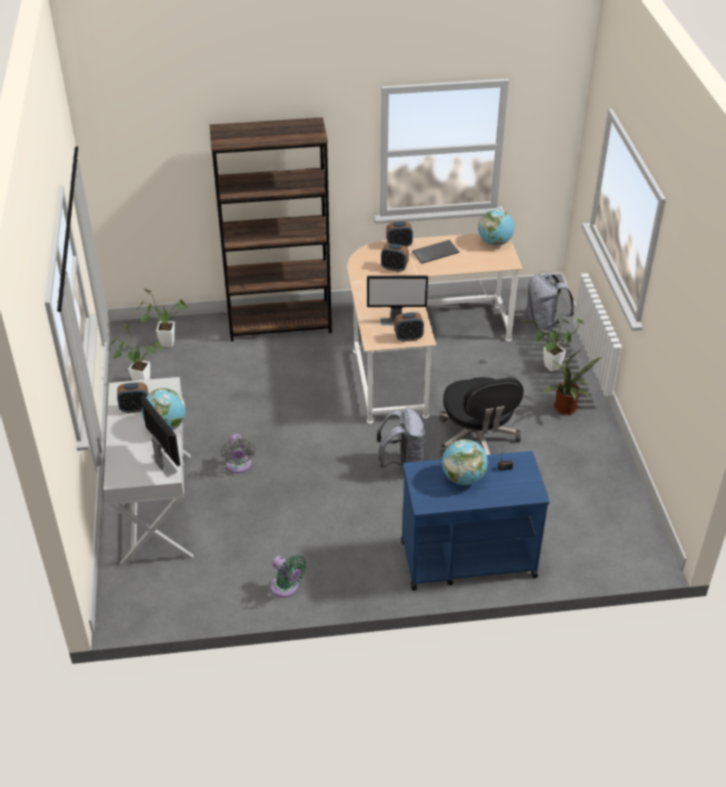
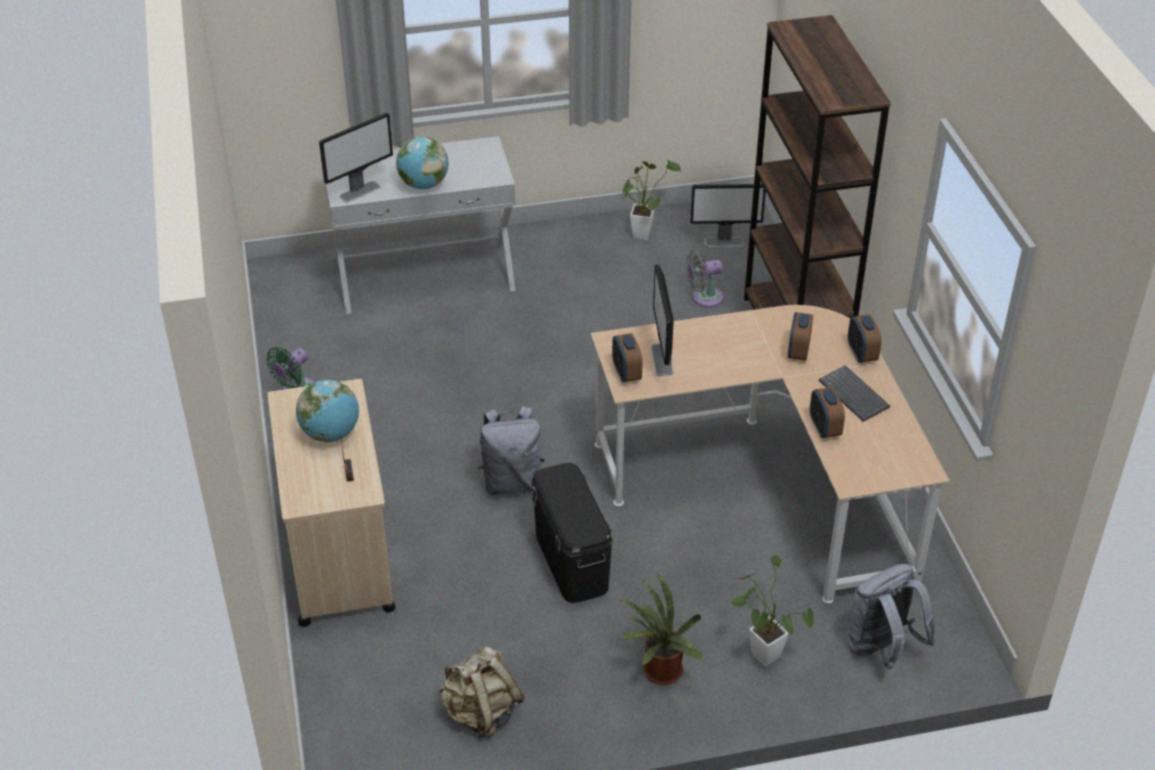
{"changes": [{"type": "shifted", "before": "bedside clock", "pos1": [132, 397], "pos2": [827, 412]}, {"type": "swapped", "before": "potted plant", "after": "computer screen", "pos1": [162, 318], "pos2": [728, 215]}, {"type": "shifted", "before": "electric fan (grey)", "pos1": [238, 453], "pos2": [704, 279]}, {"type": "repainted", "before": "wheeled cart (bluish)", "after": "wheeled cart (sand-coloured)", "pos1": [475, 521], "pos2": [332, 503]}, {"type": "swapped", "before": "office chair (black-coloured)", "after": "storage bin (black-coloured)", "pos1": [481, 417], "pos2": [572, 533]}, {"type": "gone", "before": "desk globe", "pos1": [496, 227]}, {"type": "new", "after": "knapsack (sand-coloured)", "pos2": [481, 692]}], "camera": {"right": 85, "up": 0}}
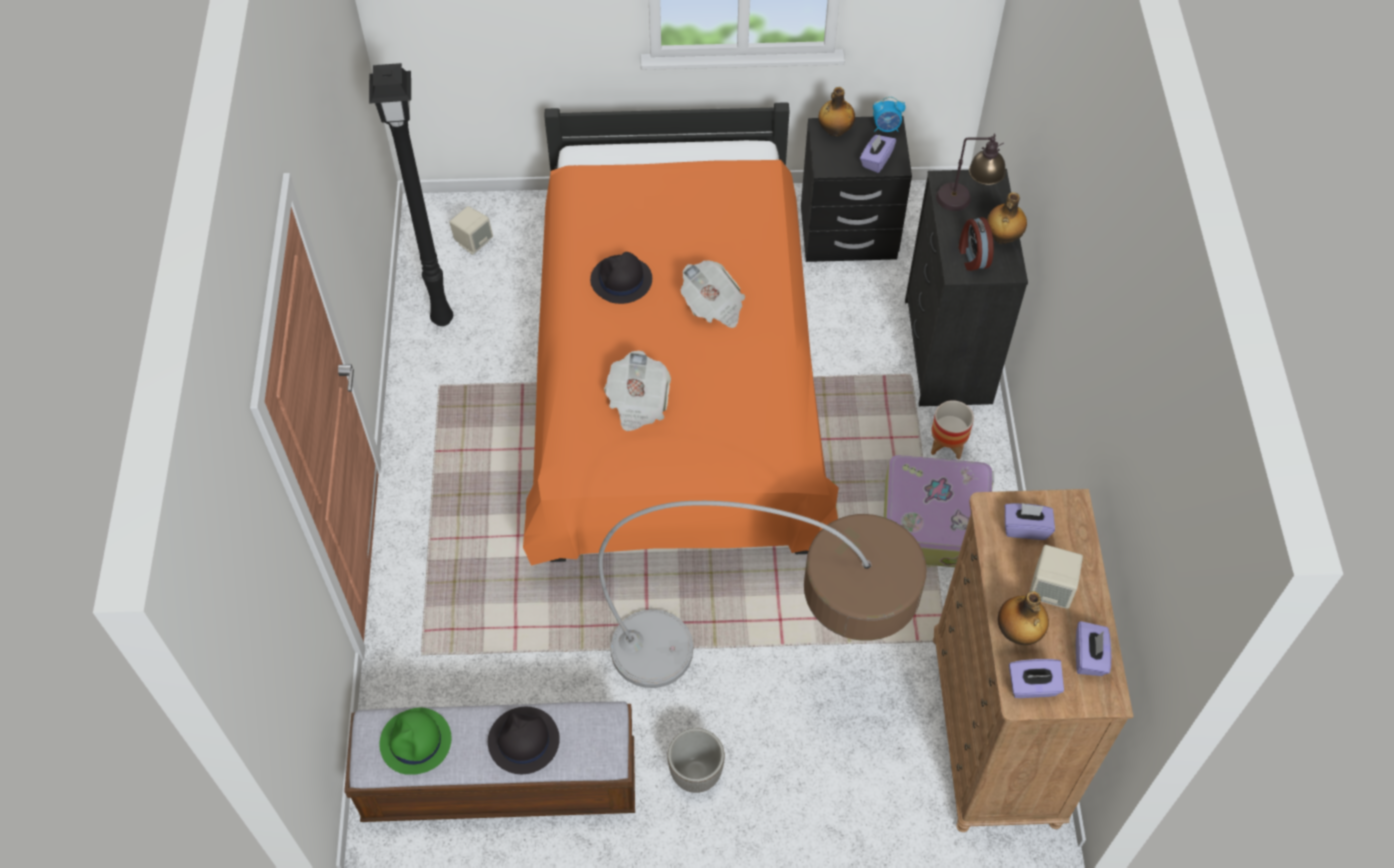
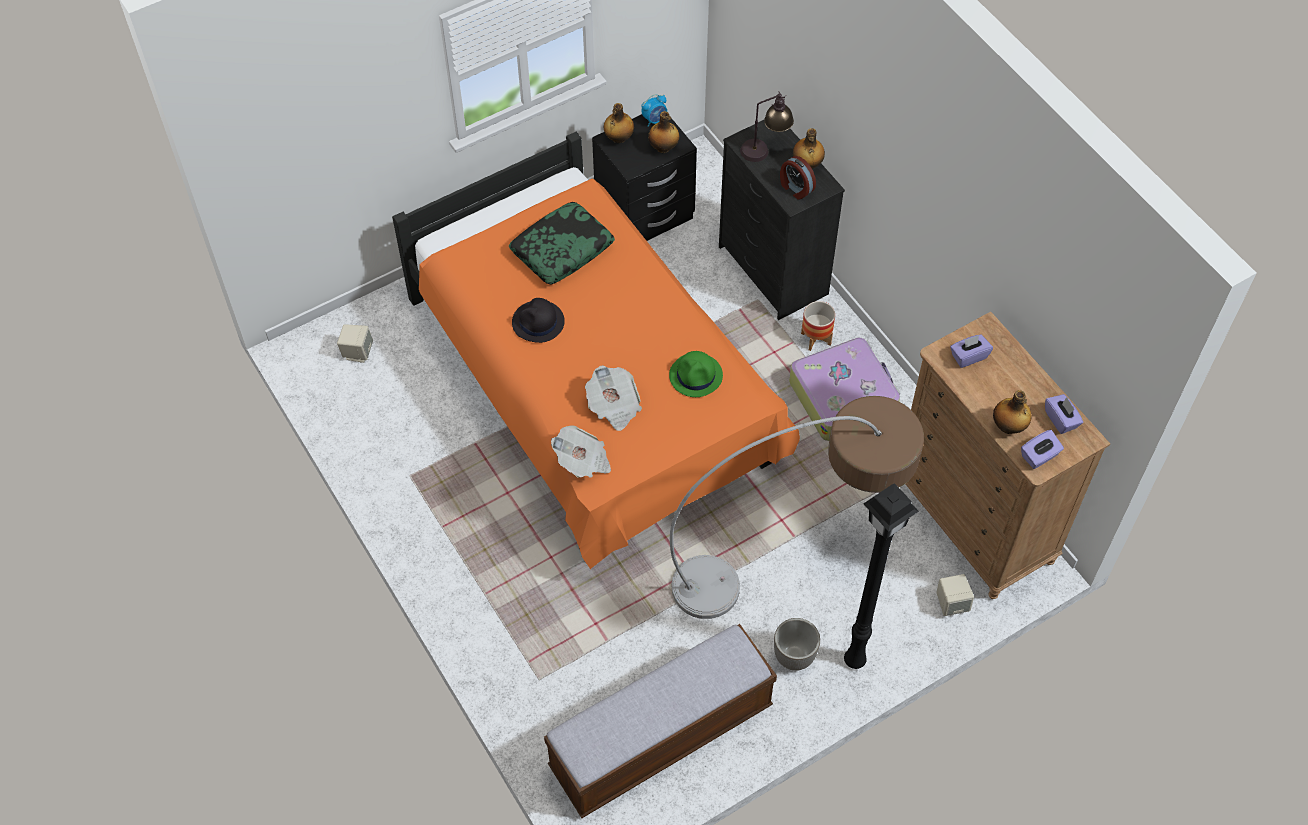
{"changes": [{"type": "shifted", "before": "floor lamp (black-coloured)", "pos1": [411, 194], "pos2": [881, 576]}, {"type": "shifted", "before": "clothing hat (green)", "pos1": [415, 741], "pos2": [696, 374]}, {"type": "gone", "before": "clothing hat (black-coloured)", "pos1": [524, 740]}, {"type": "shifted", "before": "newspaper", "pos1": [713, 294], "pos2": [581, 451]}, {"type": "swapped", "before": "tissue box (purple-coloured)", "after": "drink bottle", "pos1": [878, 153], "pos2": [663, 132]}, {"type": "shifted", "before": "loudspeaker (sand-coloured)", "pos1": [1056, 577], "pos2": [955, 595]}, {"type": "new", "after": "pillow", "pos2": [562, 243]}], "camera": {"right": -30, "up": 0}}
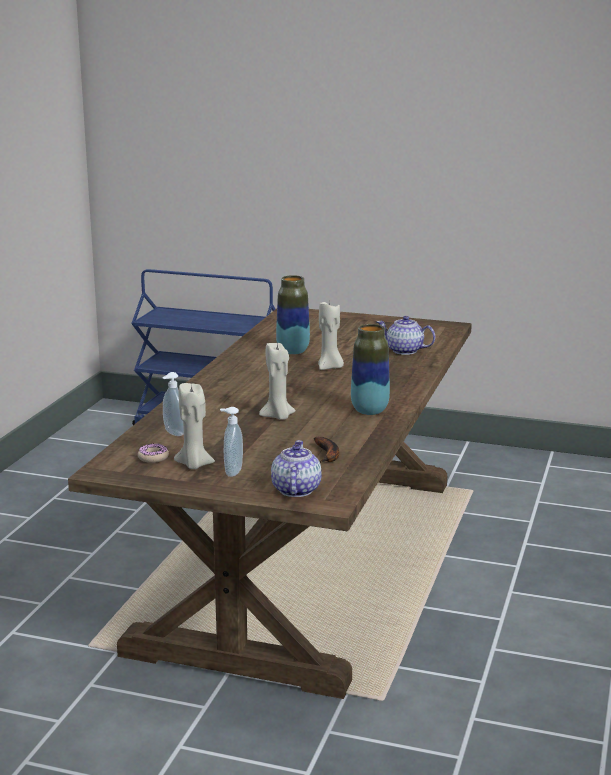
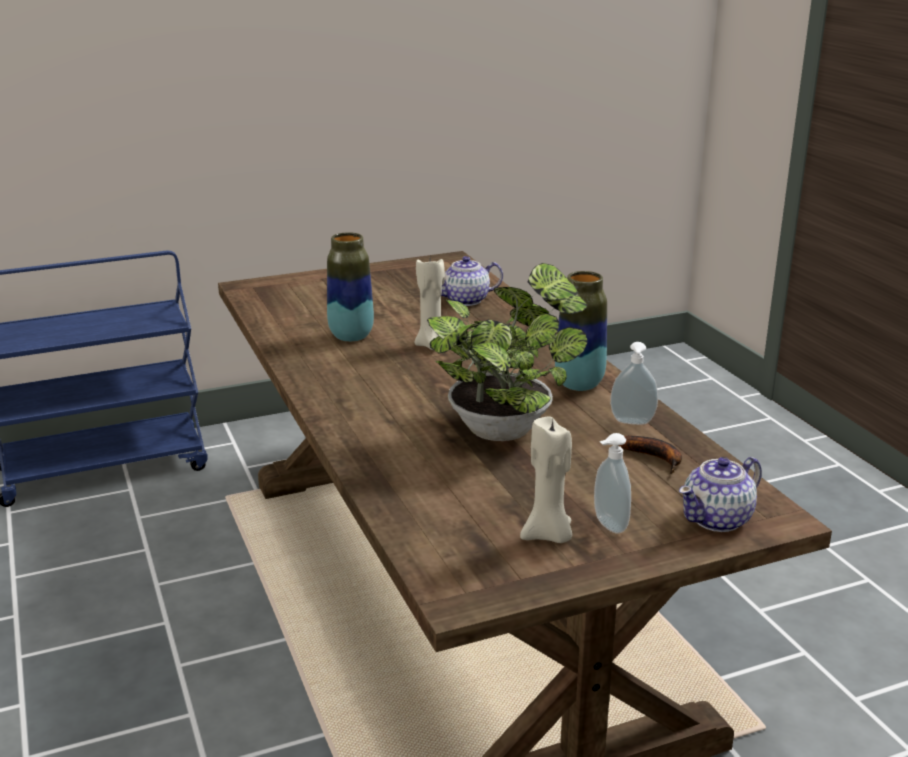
{"changes": [{"type": "gone", "before": "ring doughnut", "pos1": [153, 453]}, {"type": "shifted", "before": "liquid soap bottle", "pos1": [173, 404], "pos2": [634, 383]}, {"type": "swapped", "before": "candle (sand-coloured)", "after": "potted plant", "pos1": [277, 380], "pos2": [507, 352]}, {"type": "rotated", "before": "pot for tea", "pos1": [296, 468], "pos2": [720, 494], "turn": -90}], "camera": {"right": -40, "up": 5}}
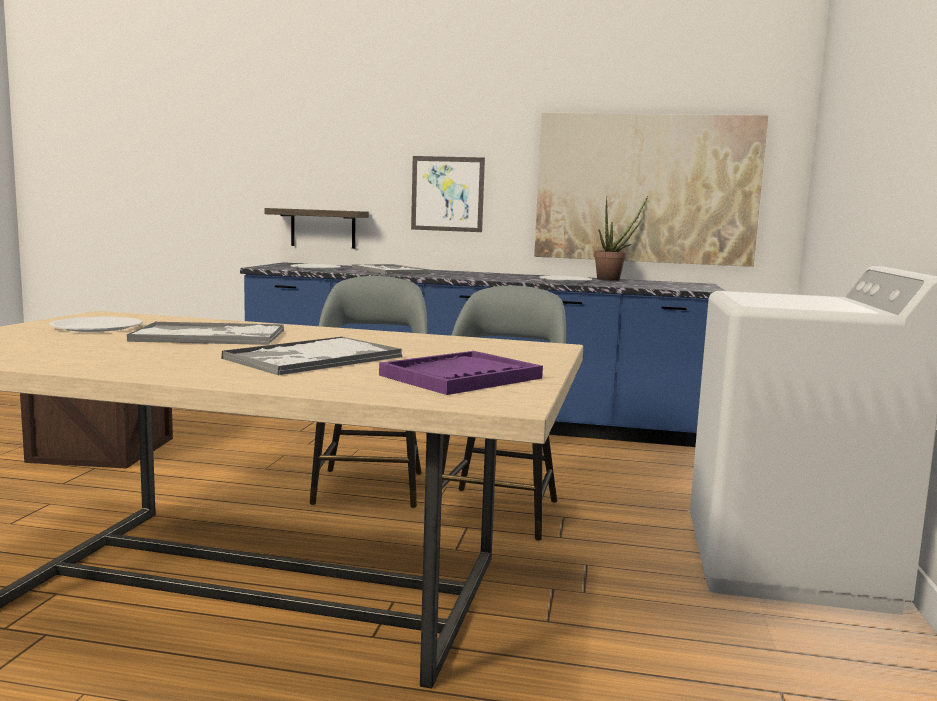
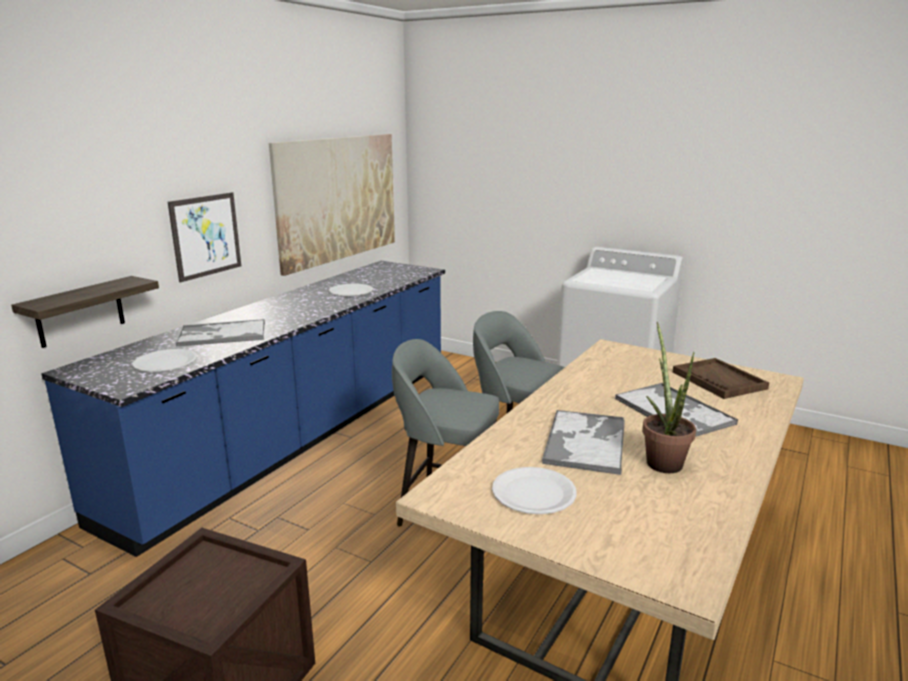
{"changes": [{"type": "repainted", "before": "serving tray (purple-coloured)", "after": "serving tray (brown)", "pos1": [461, 373], "pos2": [721, 378]}, {"type": "shifted", "before": "potted plant", "pos1": [621, 238], "pos2": [669, 397]}], "camera": {"right": -70, "up": 10}}
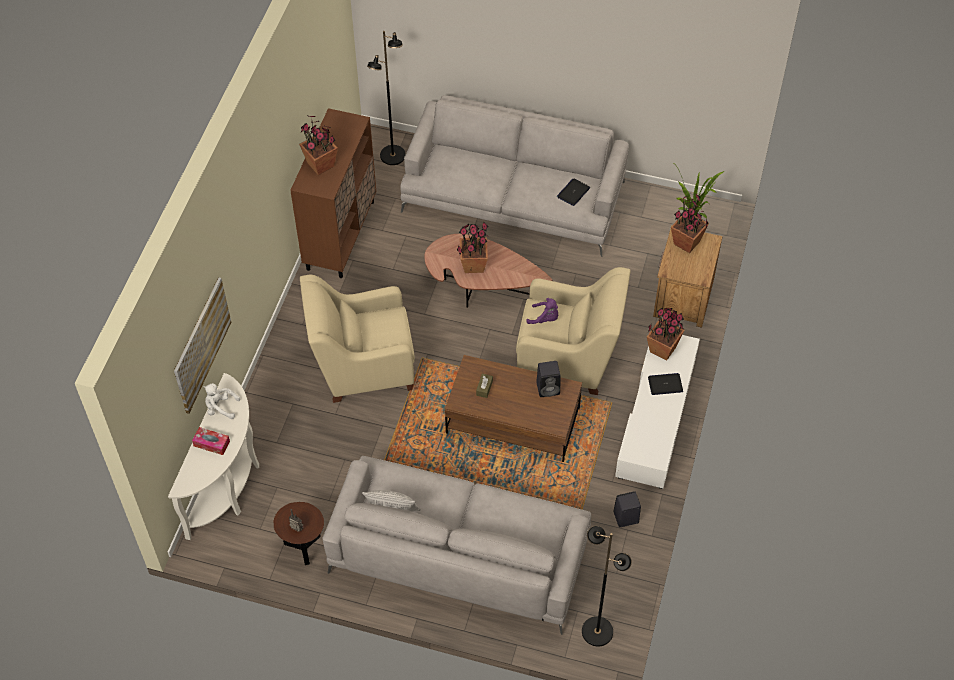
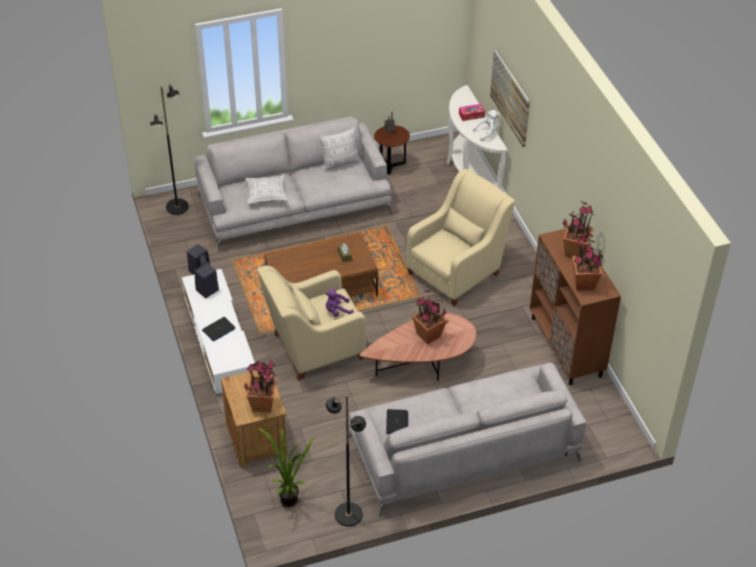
{"changes": [{"type": "shifted", "before": "floor lamp (black-coloured)", "pos1": [386, 98], "pos2": [345, 461]}, {"type": "shifted", "before": "loudspeaker (black-coloured)", "pos1": [548, 379], "pos2": [206, 280]}, {"type": "shifted", "before": "potted plant", "pos1": [666, 334], "pos2": [588, 262]}, {"type": "new", "after": "pillow", "pos2": [266, 189]}], "camera": {"right": 145, "up": -10}}
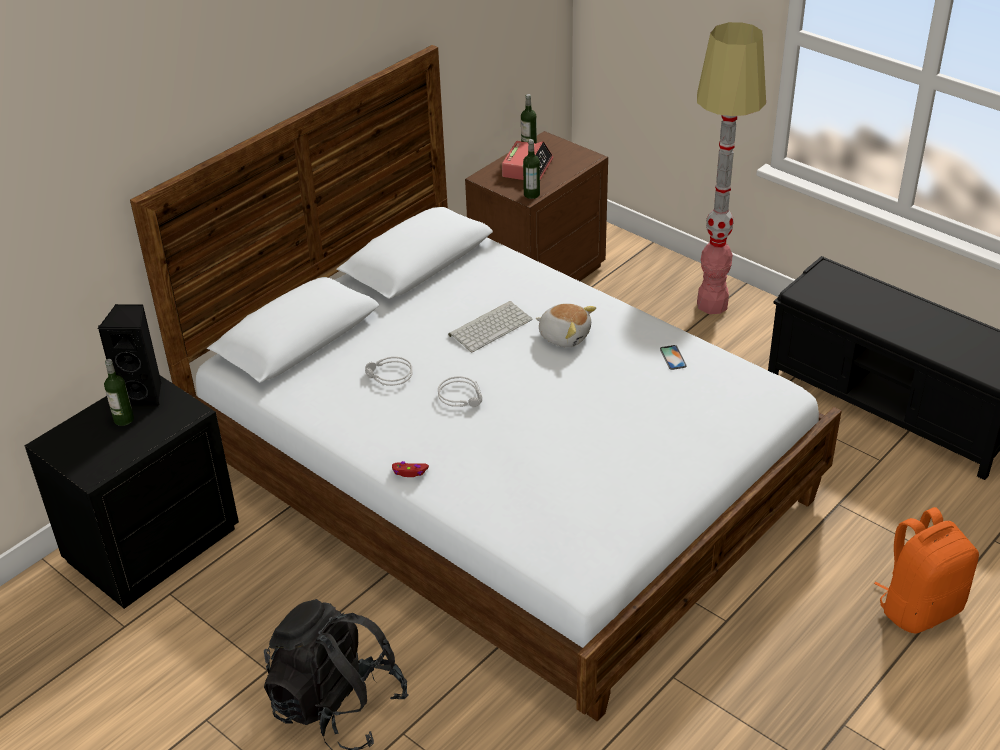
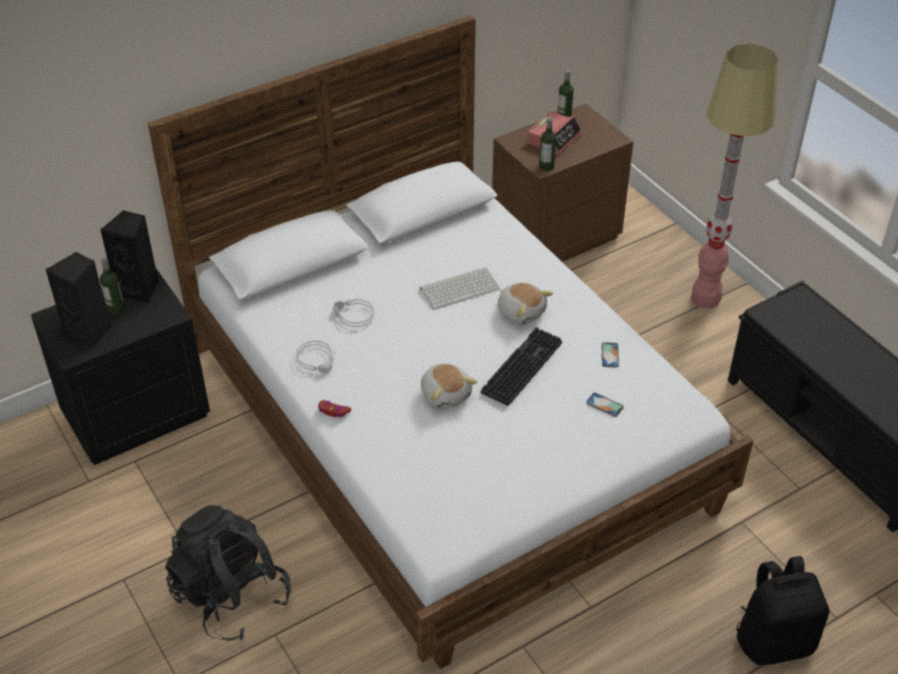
{"changes": [{"type": "shifted", "before": "headphones (grey)", "pos1": [460, 392], "pos2": [315, 357]}, {"type": "repainted", "before": "knapsack (orangey)", "after": "knapsack (black-coloured)", "pos1": [926, 570], "pos2": [783, 610]}, {"type": "new", "after": "loudspeaker (black-coloured)", "pos2": [79, 301]}, {"type": "new", "after": "plush toy", "pos2": [449, 386]}, {"type": "new", "after": "PC keyboard", "pos2": [521, 366]}, {"type": "new", "after": "phone", "pos2": [605, 405]}], "camera": {"right": 15, "up": 5}}
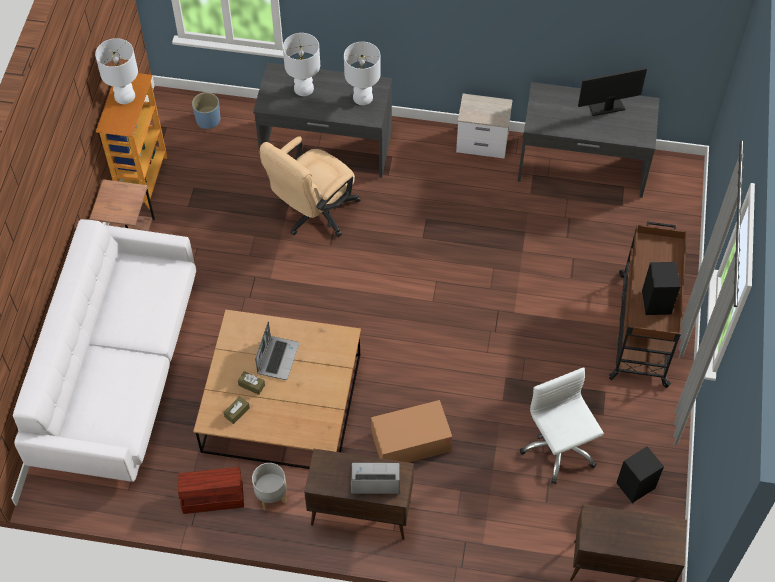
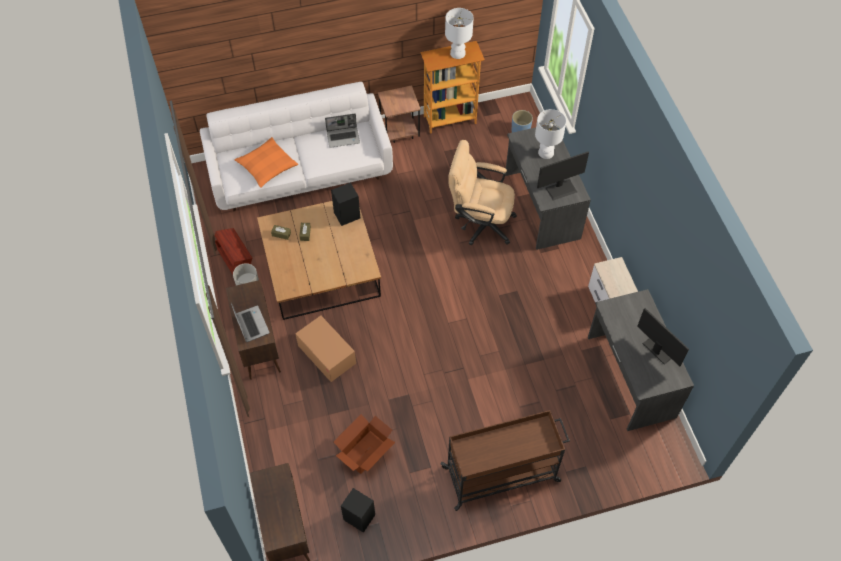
{"changes": [{"type": "shifted", "before": "notebook computer", "pos1": [277, 350], "pos2": [342, 131]}, {"type": "swapped", "before": "tabletop lamp (white-coloured)", "after": "computer screen", "pos1": [362, 73], "pos2": [563, 176]}, {"type": "swapped", "before": "office chair (white-coloured)", "after": "cardboard box", "pos1": [562, 425], "pos2": [364, 444]}, {"type": "shifted", "before": "loudspeaker (black-coloured)", "pos1": [661, 288], "pos2": [345, 204]}, {"type": "new", "after": "pillow (orangey)", "pos2": [266, 162]}], "camera": {"right": 65, "up": 0}}
